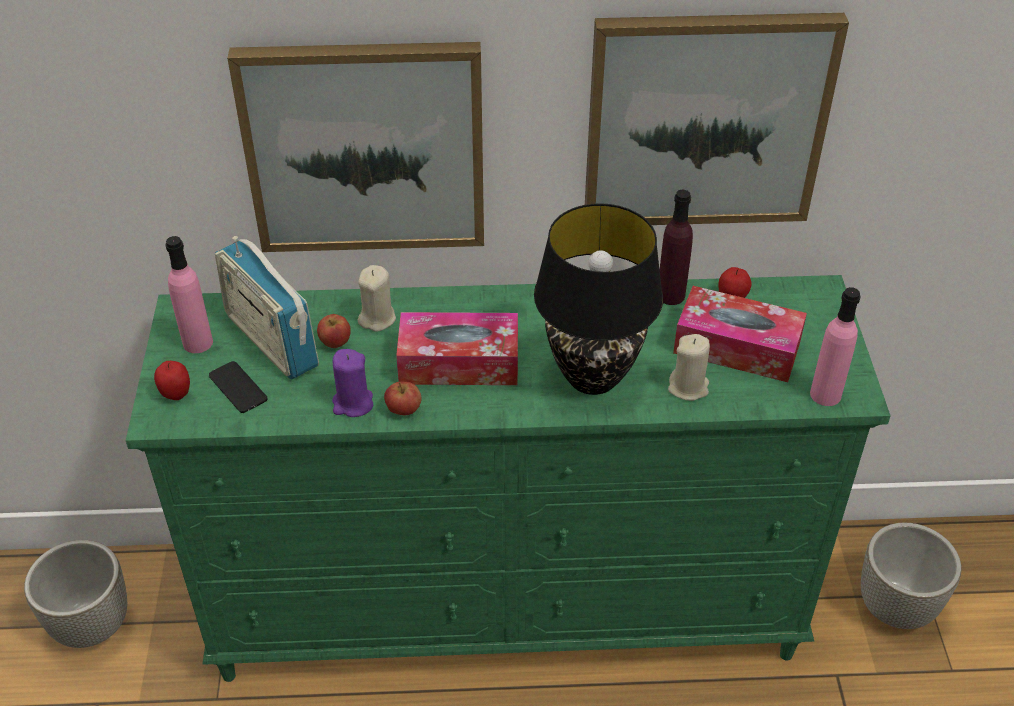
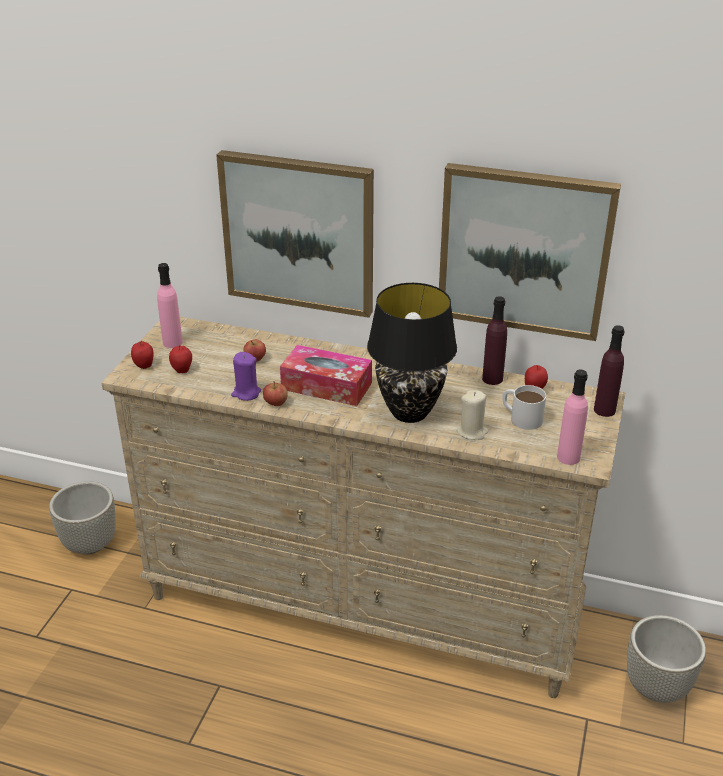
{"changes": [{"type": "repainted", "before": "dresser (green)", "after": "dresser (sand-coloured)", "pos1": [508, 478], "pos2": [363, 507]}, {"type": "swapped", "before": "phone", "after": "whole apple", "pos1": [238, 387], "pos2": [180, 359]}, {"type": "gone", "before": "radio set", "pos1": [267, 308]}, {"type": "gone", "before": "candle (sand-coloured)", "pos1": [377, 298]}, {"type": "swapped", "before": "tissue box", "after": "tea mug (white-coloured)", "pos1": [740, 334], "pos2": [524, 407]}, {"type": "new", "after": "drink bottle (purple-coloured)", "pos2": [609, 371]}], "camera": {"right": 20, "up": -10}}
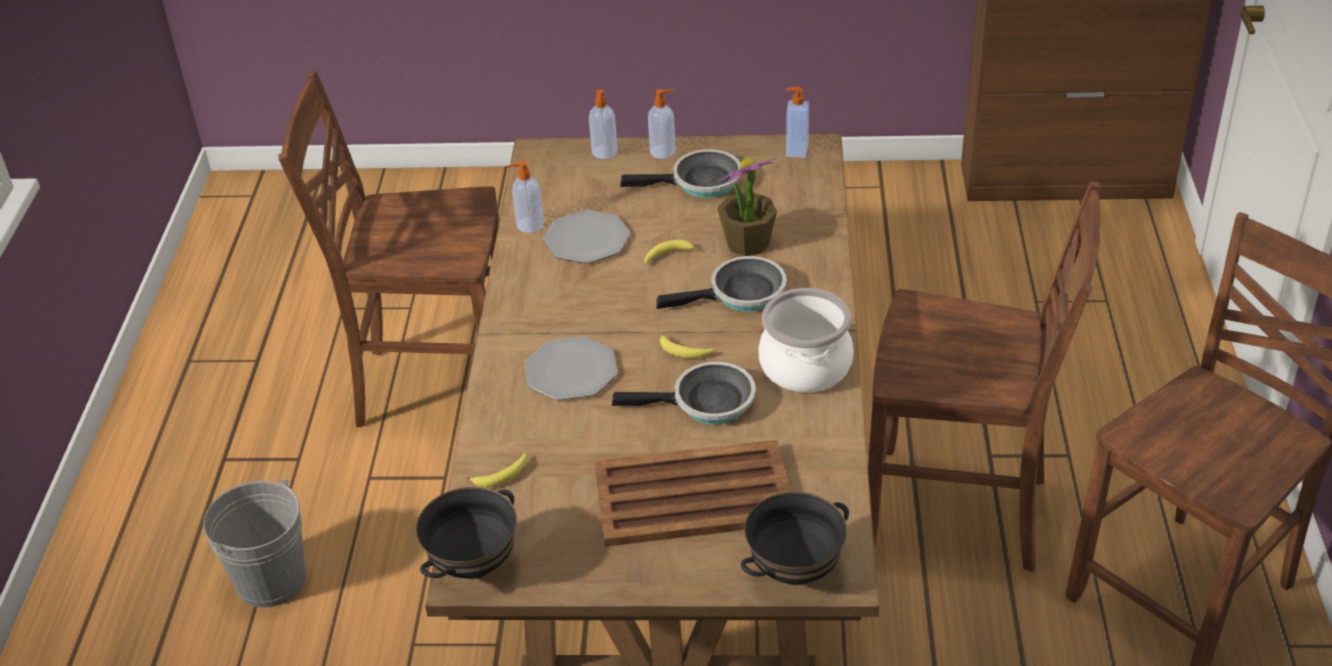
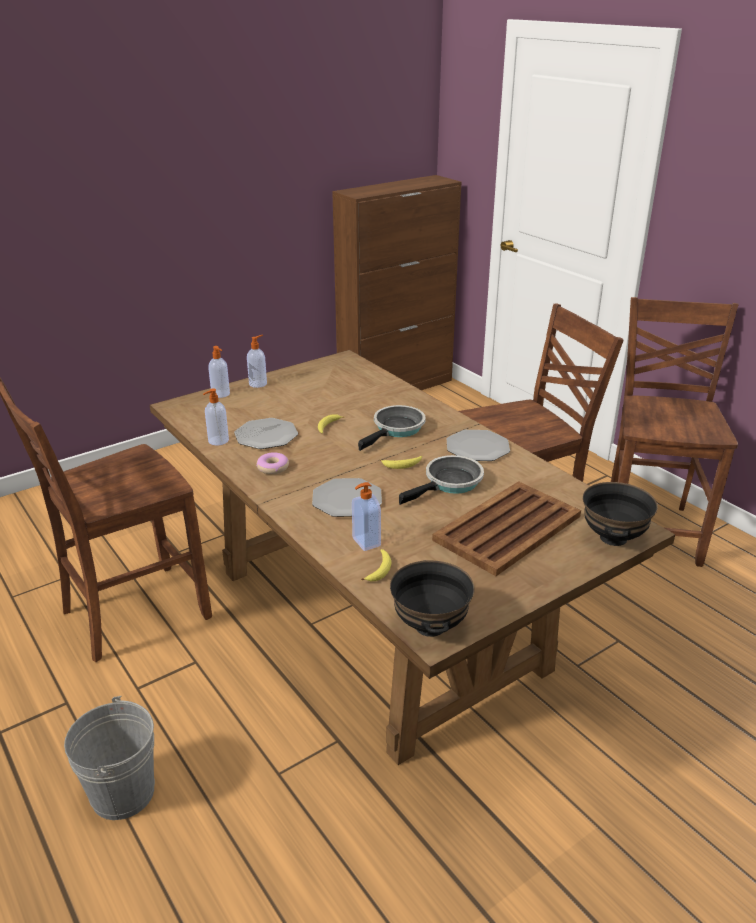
{"changes": [{"type": "gone", "before": "skillet", "pos1": [680, 173]}, {"type": "gone", "before": "potted plant", "pos1": [747, 207]}, {"type": "swapped", "before": "cooking pot", "after": "plate", "pos1": [806, 340], "pos2": [478, 445]}, {"type": "shifted", "before": "liquid soap bottle", "pos1": [797, 122], "pos2": [366, 516]}, {"type": "new", "after": "ring doughnut", "pos2": [273, 463]}], "camera": {"right": -40, "up": -10}}
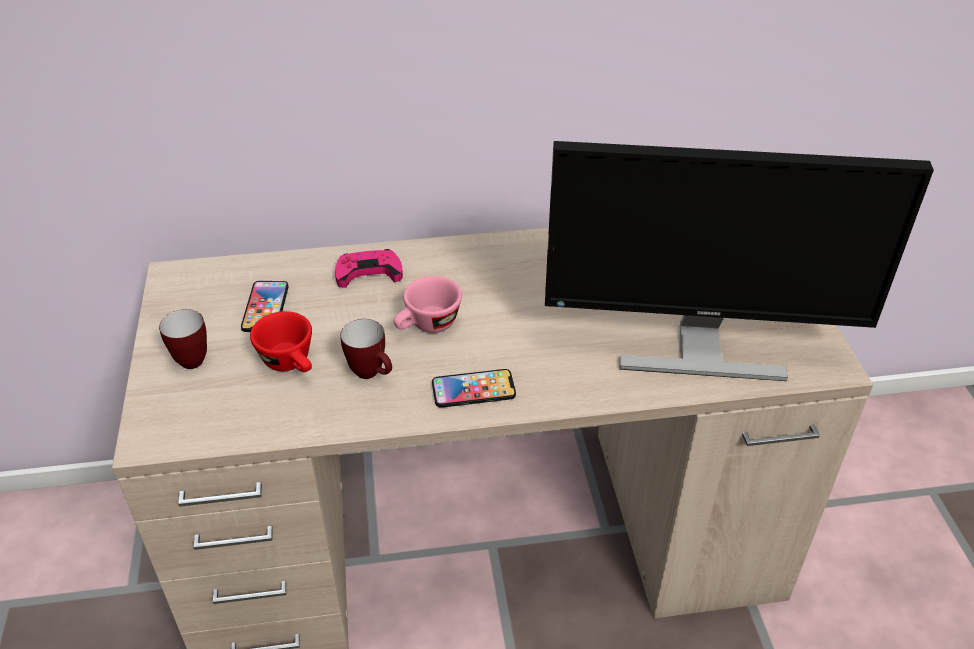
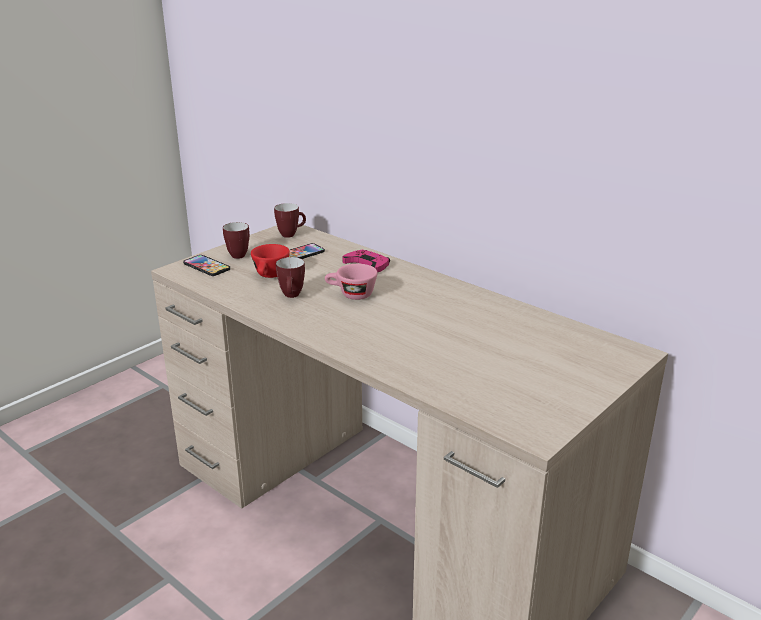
{"changes": [{"type": "shifted", "before": "phone", "pos1": [474, 388], "pos2": [206, 265]}, {"type": "gone", "before": "computer screen", "pos1": [739, 261]}, {"type": "new", "after": "tea mug", "pos2": [290, 220]}], "camera": {"right": 50, "up": -15}}
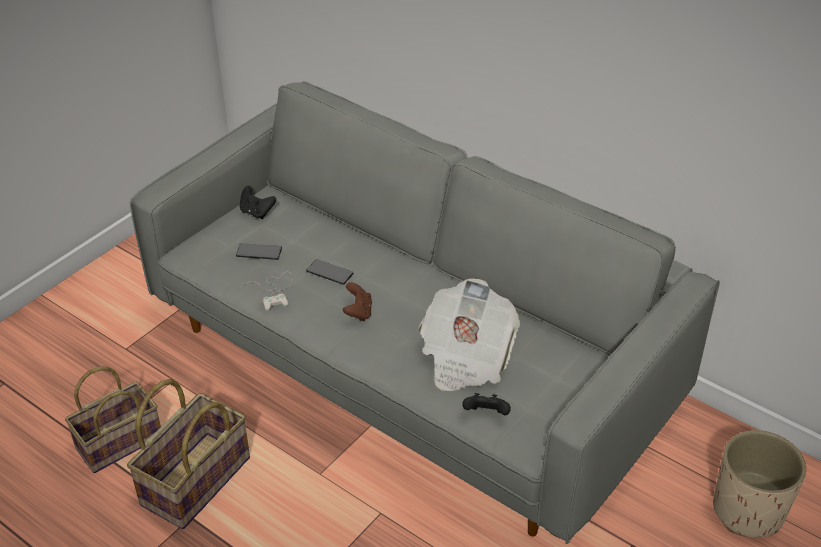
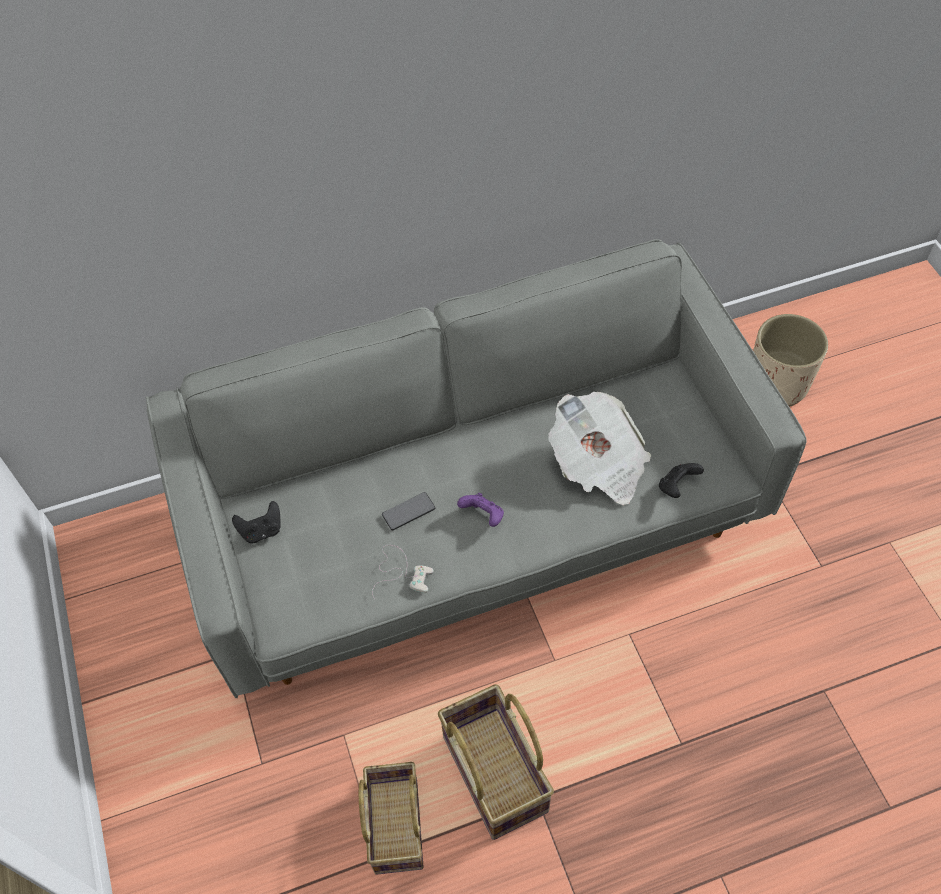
{"changes": [{"type": "gone", "before": "phone", "pos1": [259, 251]}, {"type": "repainted", "before": "gamepad (brown)", "after": "gamepad (purple-coloured)", "pos1": [357, 301], "pos2": [480, 510]}], "camera": {"right": -55, "up": 15}}
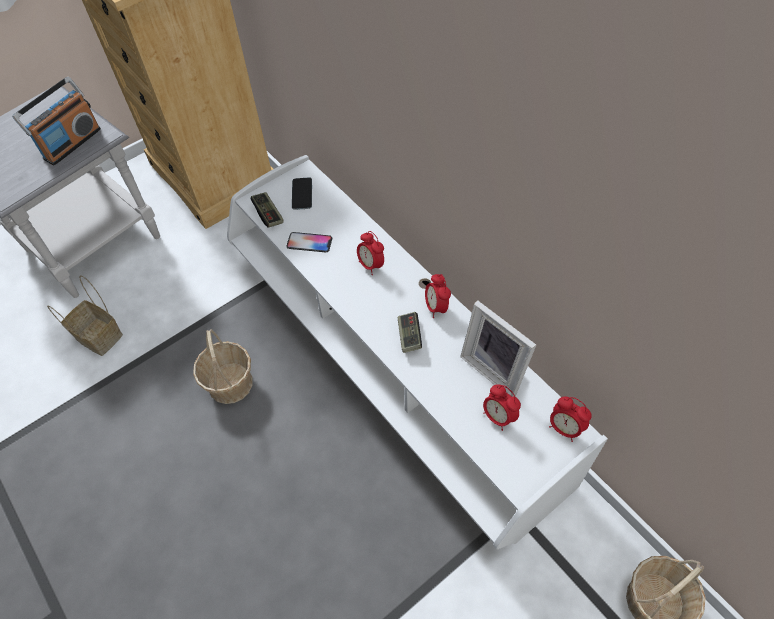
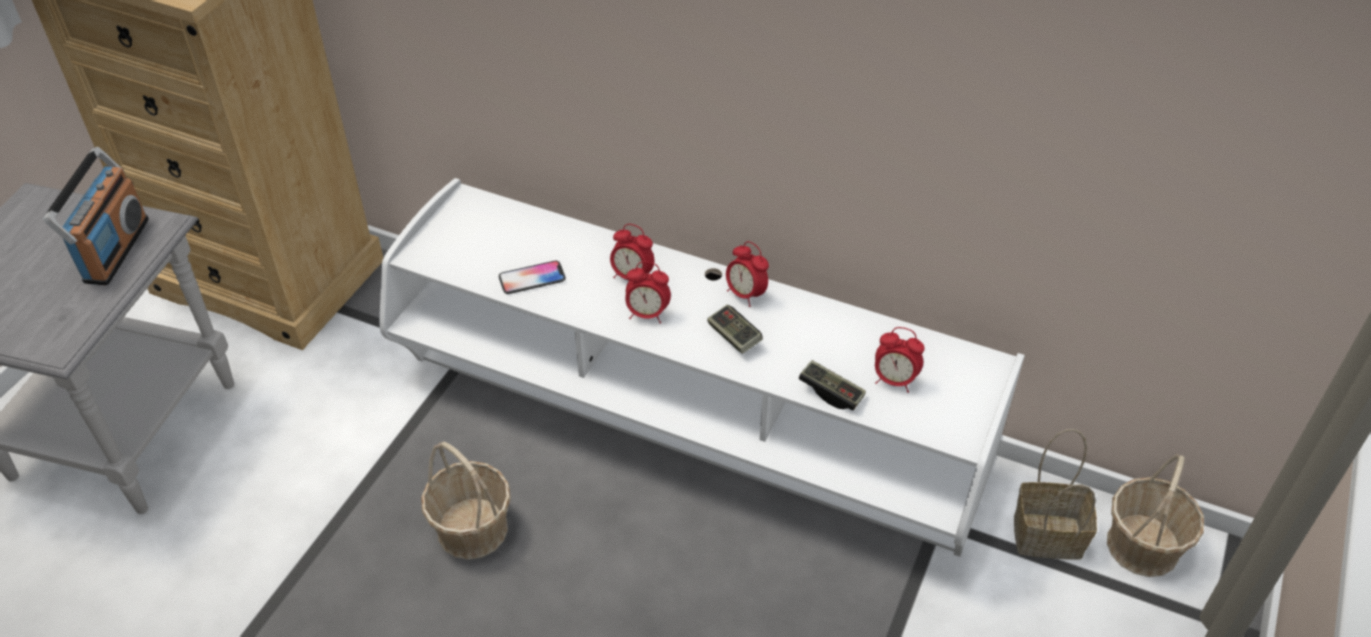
{"changes": [{"type": "shifted", "before": "basket", "pos1": [85, 315], "pos2": [1055, 494]}, {"type": "shifted", "before": "gamepad", "pos1": [267, 210], "pos2": [832, 385]}, {"type": "gone", "before": "phone", "pos1": [302, 194]}, {"type": "gone", "before": "photo frame", "pos1": [498, 349]}, {"type": "shifted", "before": "bedside clock", "pos1": [570, 419], "pos2": [648, 292]}], "camera": {"right": -30, "up": -10}}
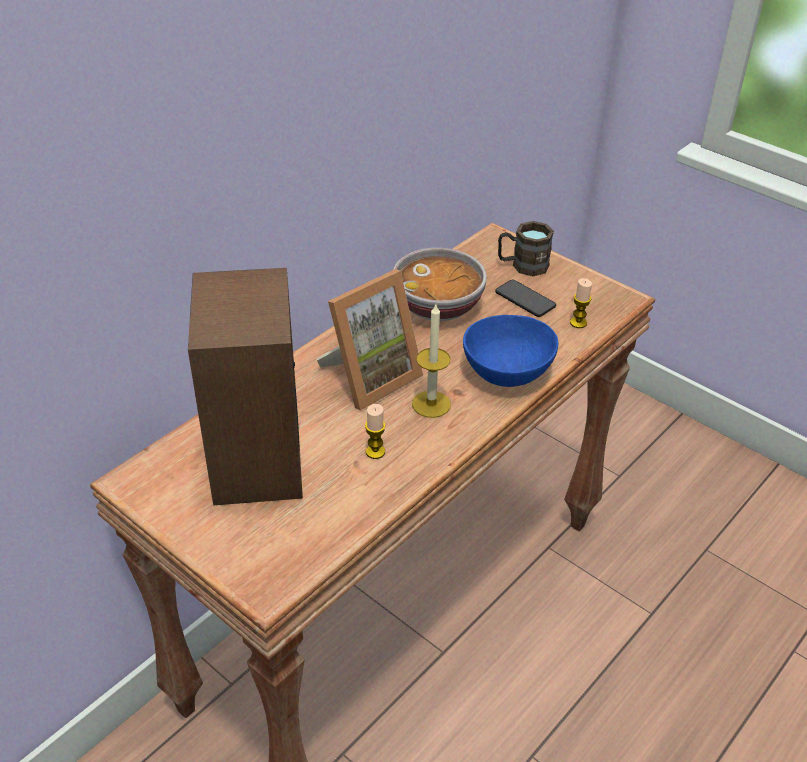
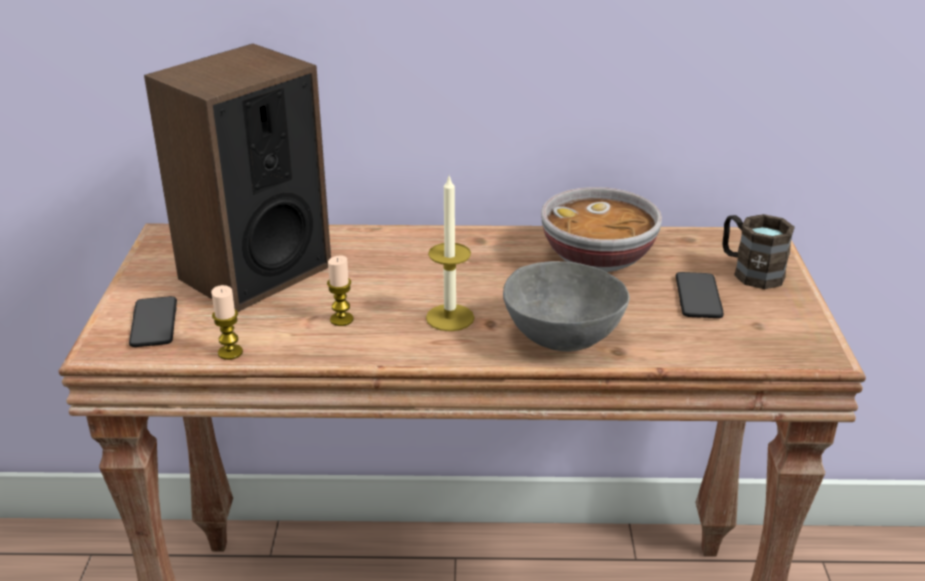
{"changes": [{"type": "gone", "before": "photo frame", "pos1": [369, 339]}, {"type": "repainted", "before": "serving bowl (bluish)", "after": "serving bowl (grey)", "pos1": [510, 351], "pos2": [566, 306]}, {"type": "shifted", "before": "candle", "pos1": [581, 303], "pos2": [227, 322]}, {"type": "new", "after": "phone", "pos2": [153, 321]}], "camera": {"right": 50, "up": -10}}
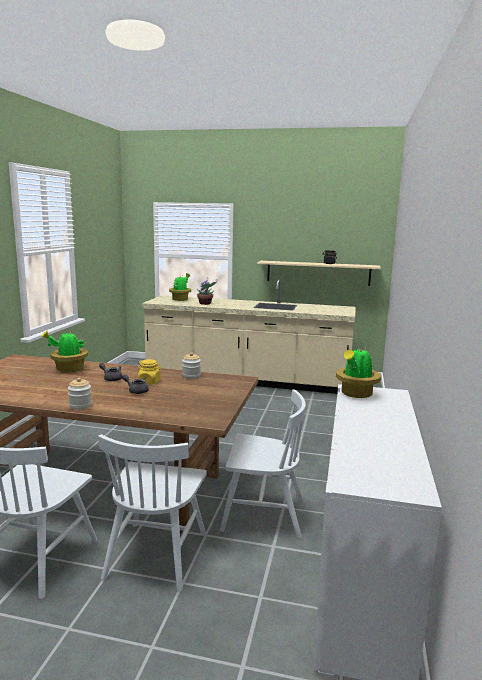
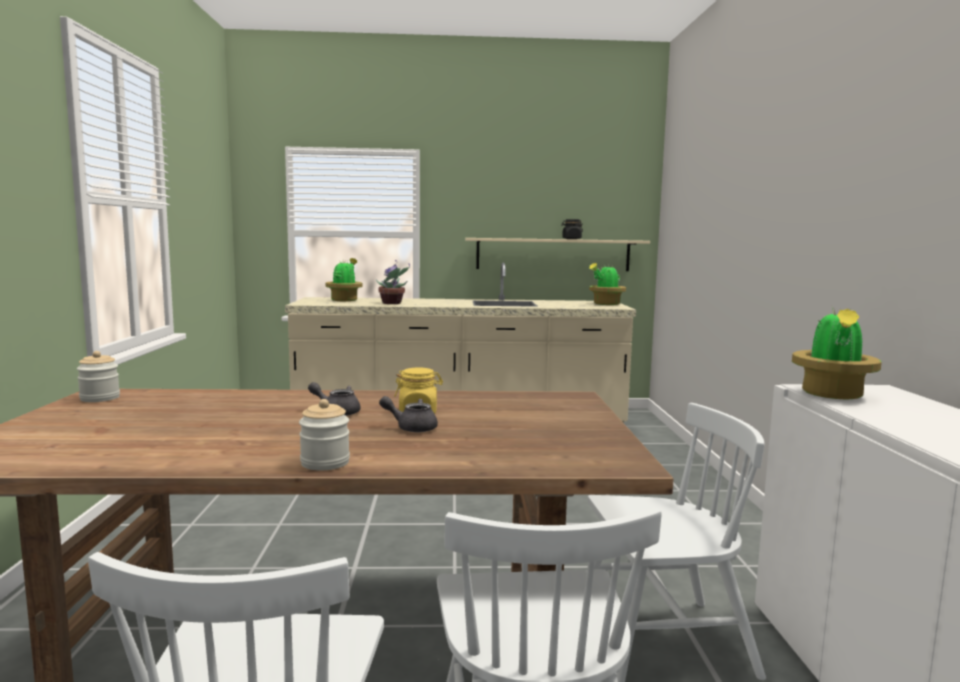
{"changes": [{"type": "shifted", "before": "potted plant", "pos1": [64, 351], "pos2": [607, 284]}, {"type": "shifted", "before": "preserve jar", "pos1": [191, 365], "pos2": [98, 376]}], "camera": {"right": -15, "up": -5}}
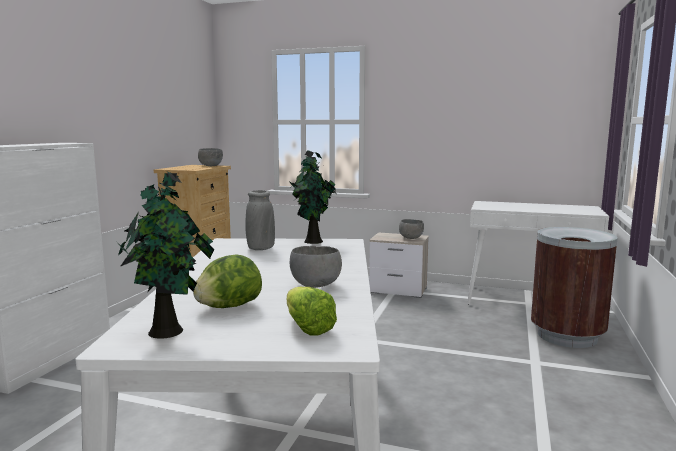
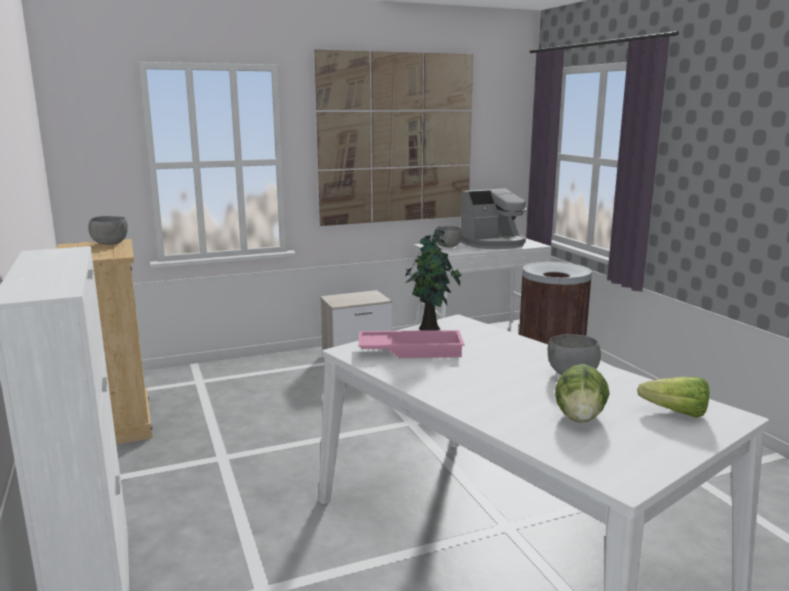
{"changes": [{"type": "gone", "before": "potted plant", "pos1": [165, 255]}, {"type": "swapped", "before": "vase (grey)", "after": "serving tray (pink-coloured)", "pos1": [260, 220], "pos2": [412, 344]}, {"type": "shifted", "before": "serving bowl (grey)", "pos1": [411, 229], "pos2": [449, 236]}, {"type": "new", "after": "wall art", "pos2": [394, 138]}, {"type": "new", "after": "coffee maker", "pos2": [493, 218]}], "camera": {"right": -40, "up": 5}}
